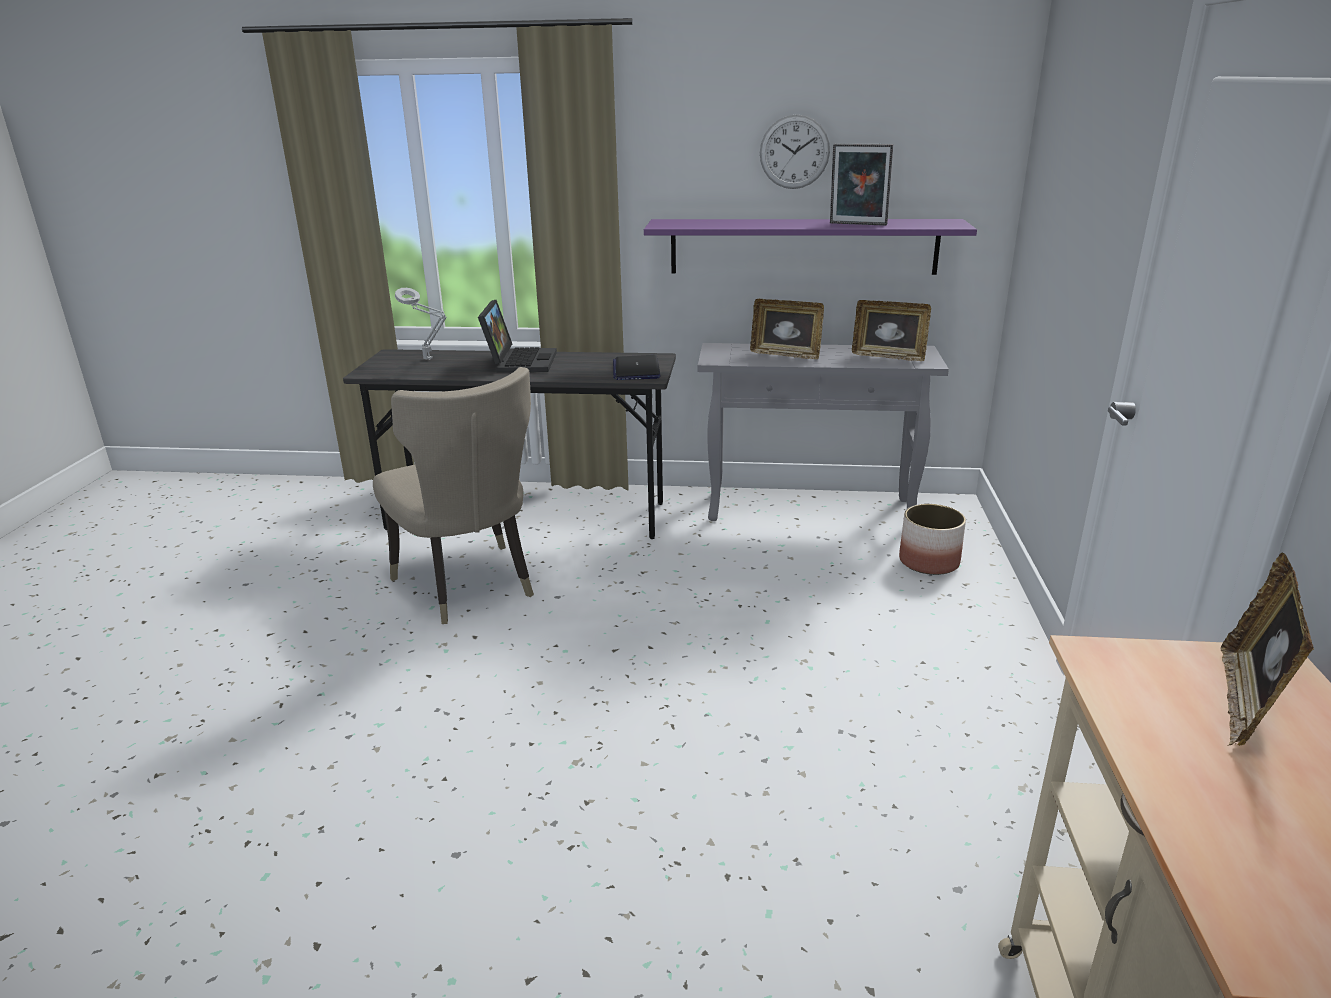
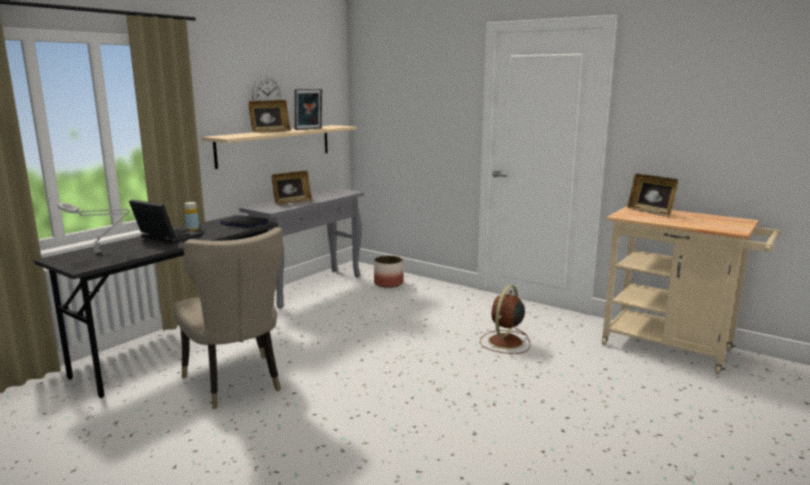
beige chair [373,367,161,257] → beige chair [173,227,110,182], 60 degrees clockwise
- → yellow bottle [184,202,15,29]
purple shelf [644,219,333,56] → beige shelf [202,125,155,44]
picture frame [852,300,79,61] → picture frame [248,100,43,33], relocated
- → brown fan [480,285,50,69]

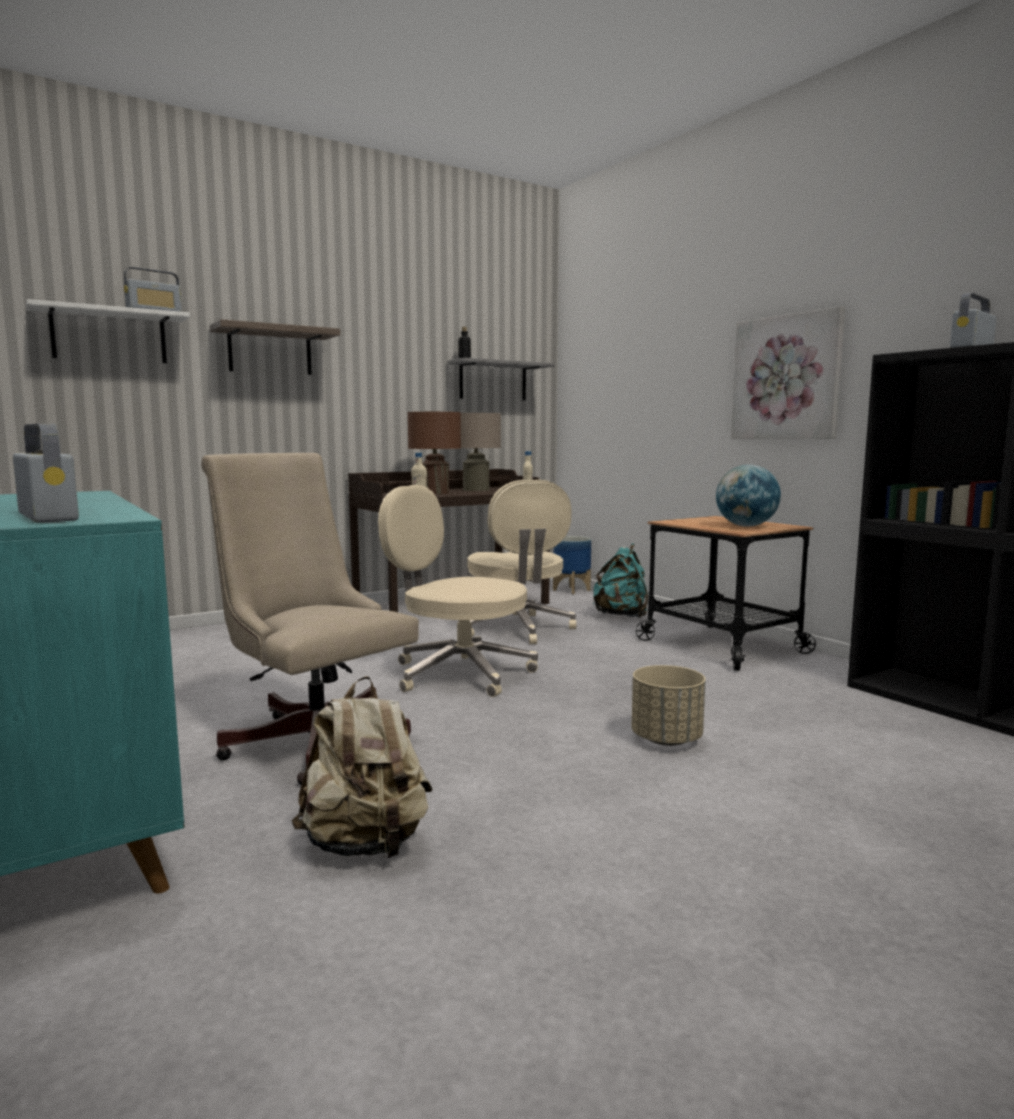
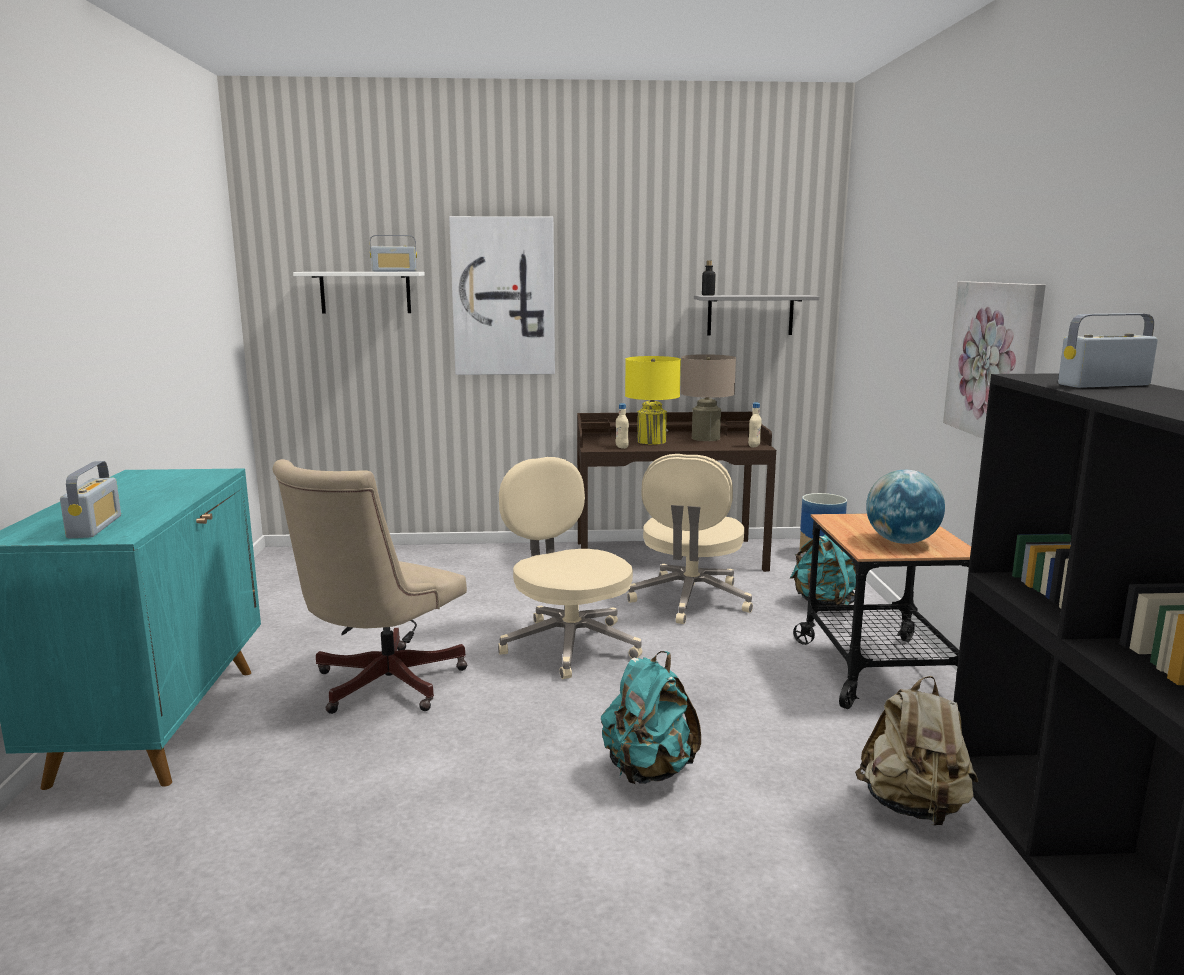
beige office chair [201,453,218,332] → beige office chair [272,459,196,255], 135 degrees counterclockwise
shelf [210,319,130,56] → picture [449,216,106,159]
beige planter [631,665,75,81] → turquoise backpack [601,651,100,134]
brown table lamp [408,412,53,82] → yellow table lamp [625,356,56,88]
beige backpack [291,676,141,182] → beige backpack [855,676,123,150], relocated

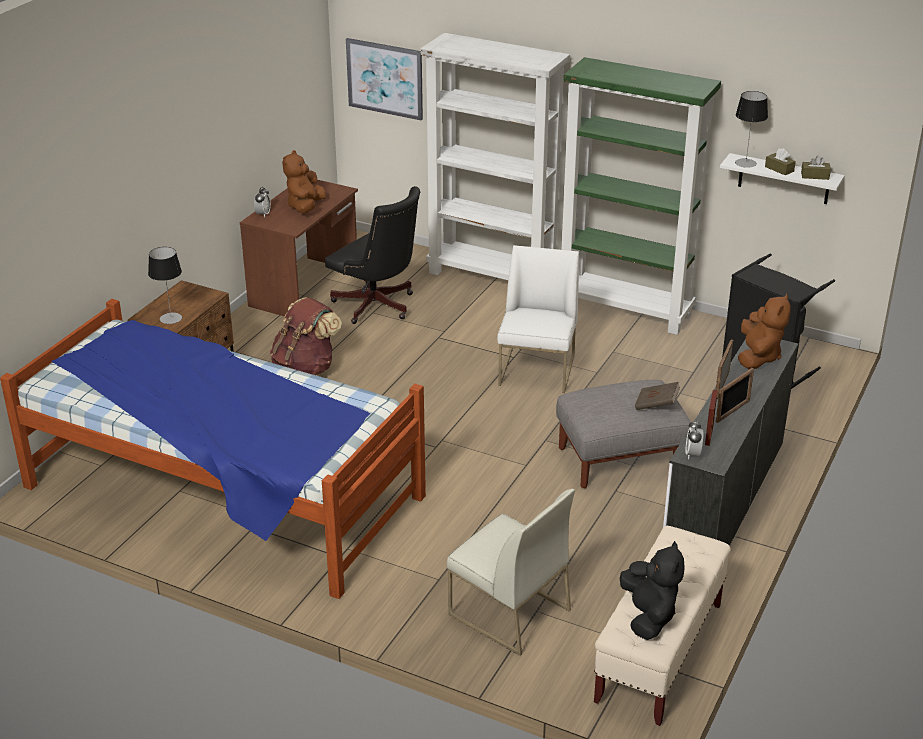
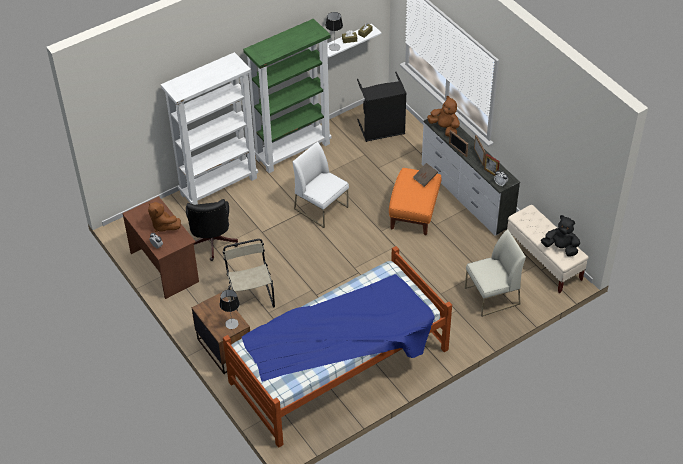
black office chair [325,186,95,138] → black office chair [186,199,52,62], 105 degrees clockwise
brown backpack [270,297,72,78] → beige chair [223,239,52,72]
grey ottoman [556,380,135,108] → orange ottoman [389,168,52,67]
picture [346,38,77,83] → -

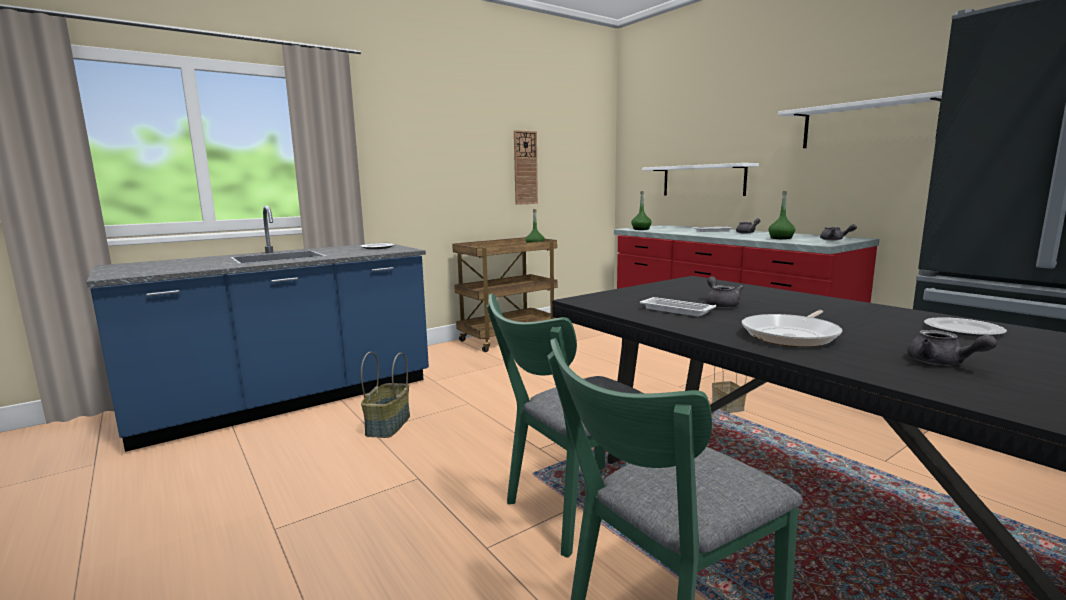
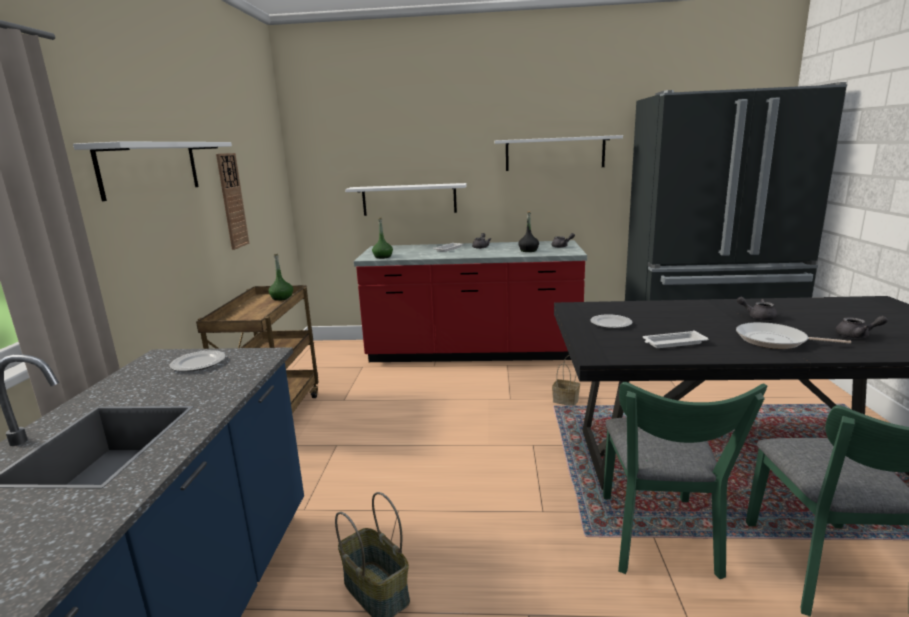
- → white shelf [73,141,159,60]
green bottle [768,191,27,48] → black bottle [518,211,21,41]
plate [924,317,83,20] → plate [590,314,42,15], relocated
frying pan [742,310,100,37] → frying pan [736,322,115,27], 120 degrees clockwise
grey teapot [706,276,37,32] → grey teapot [737,297,41,23], relocated

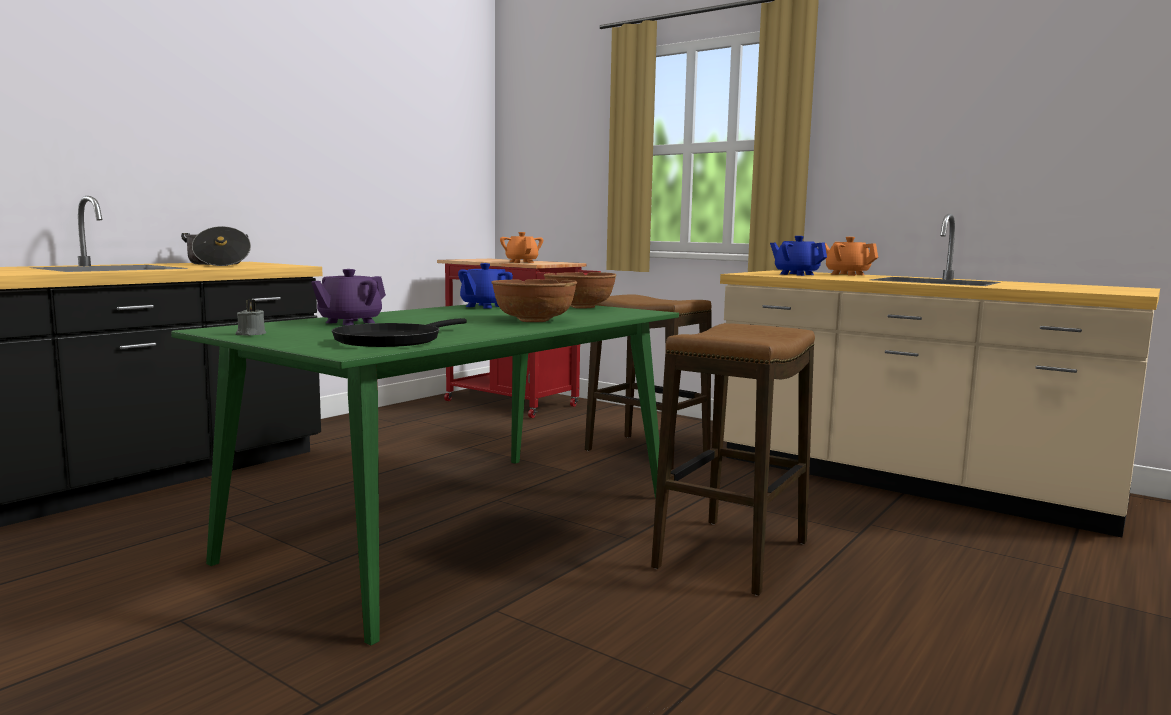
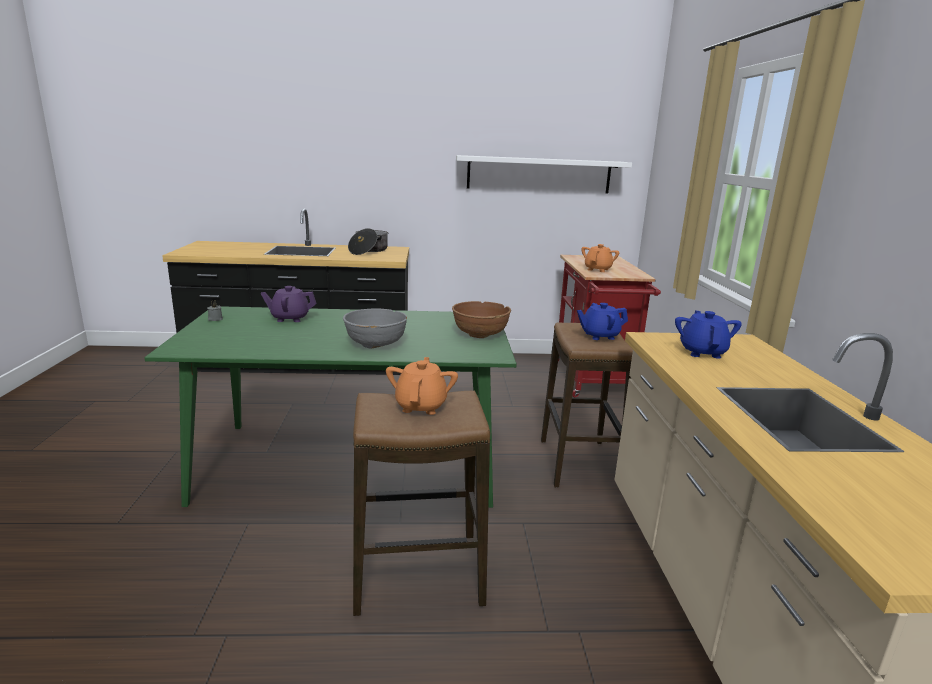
brown bowl [491,279,86,43] → grey bowl [343,309,64,40]
orange teapot [825,237,53,39] → orange teapot [386,357,72,58], relocated
- → white shelf [456,155,176,39]
blue teapot [458,263,55,46] → blue teapot [577,303,51,37], relocated
black frying pan [332,318,135,29] → -

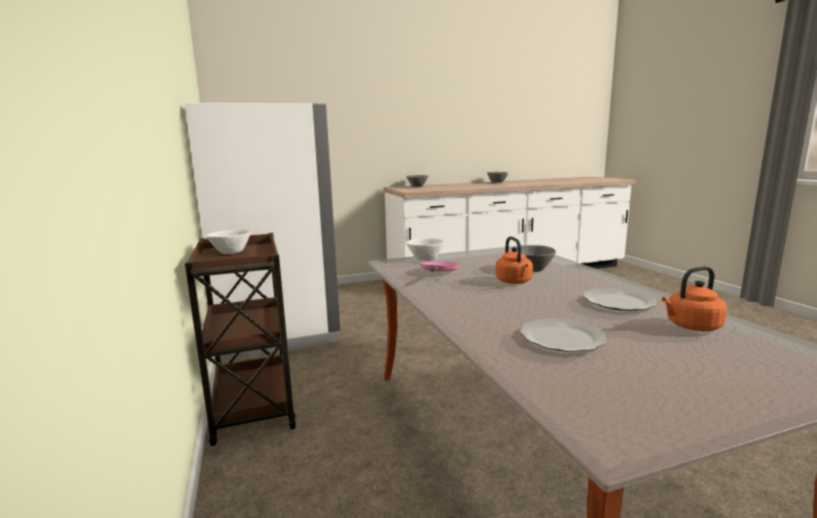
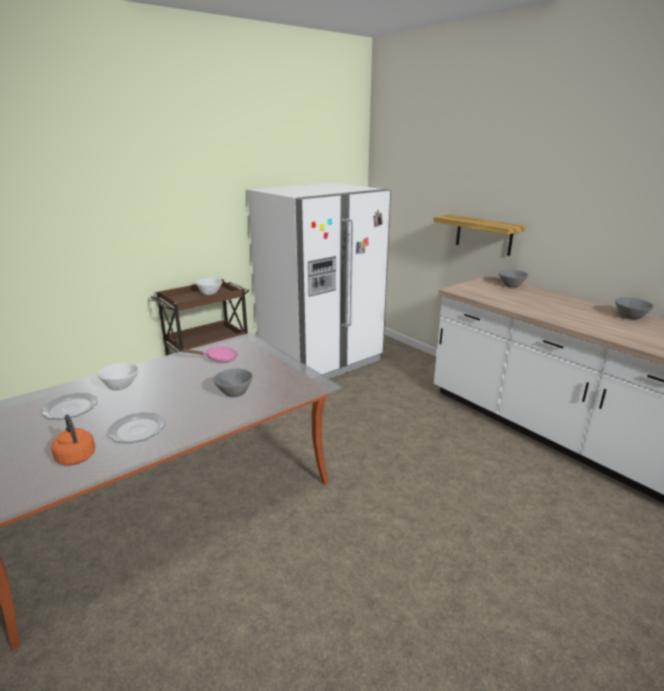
white bowl [406,238,39,23] → white bowl [98,363,41,27], relocated
- → shelf [433,214,92,42]
orange kettle [495,237,38,47] → -

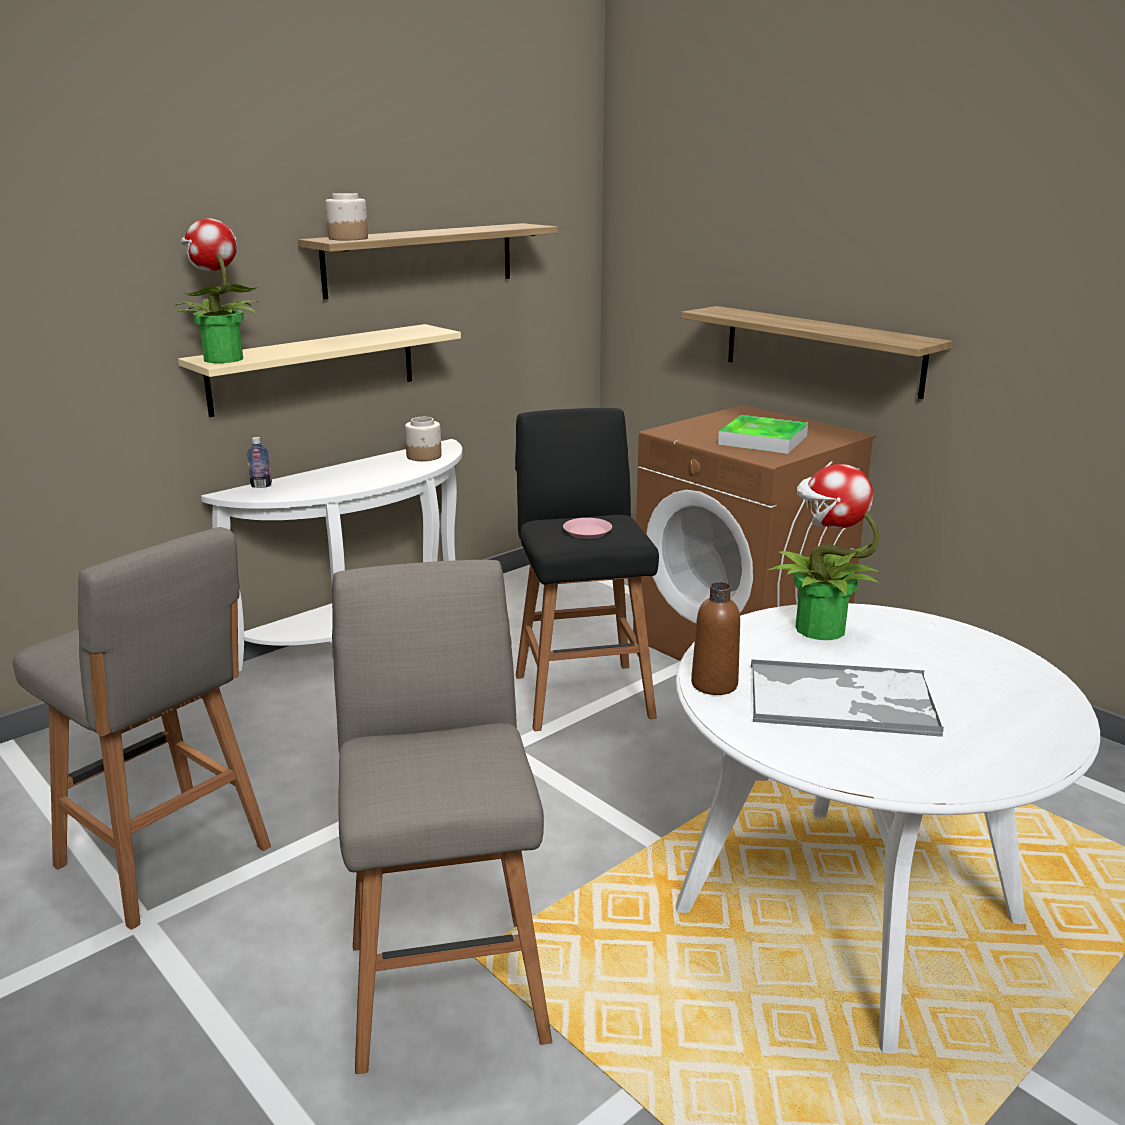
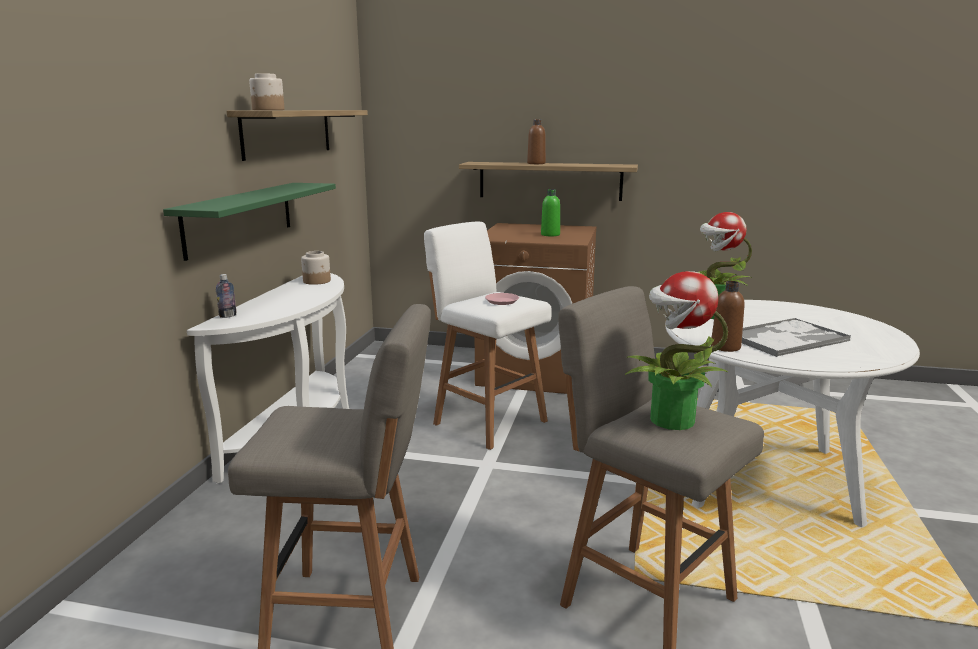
beige shelf [178,324,283,93] → green shelf [163,183,173,78]
black stool [515,408,144,323] → white stool [424,222,128,228]
- → brown bottle [527,119,19,45]
tray [718,415,90,39] → green bottle [541,189,19,47]
potted plant [176,218,82,145] → potted plant [625,271,104,159], relocated

